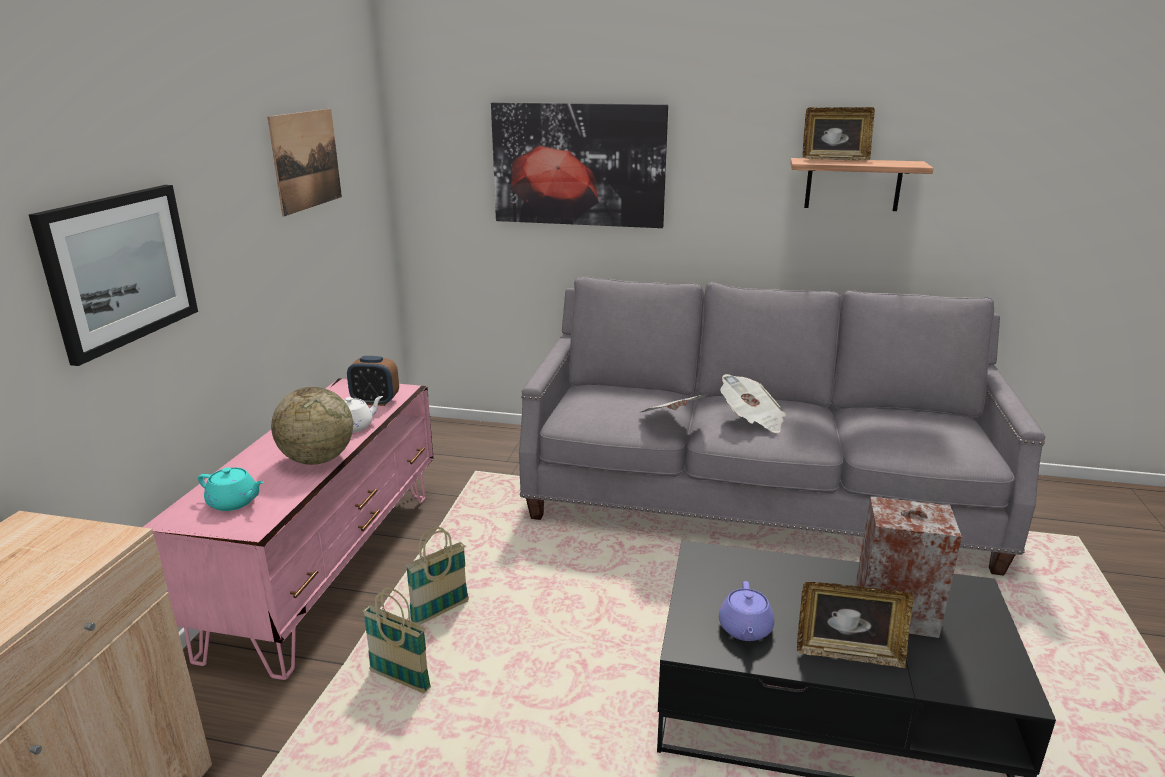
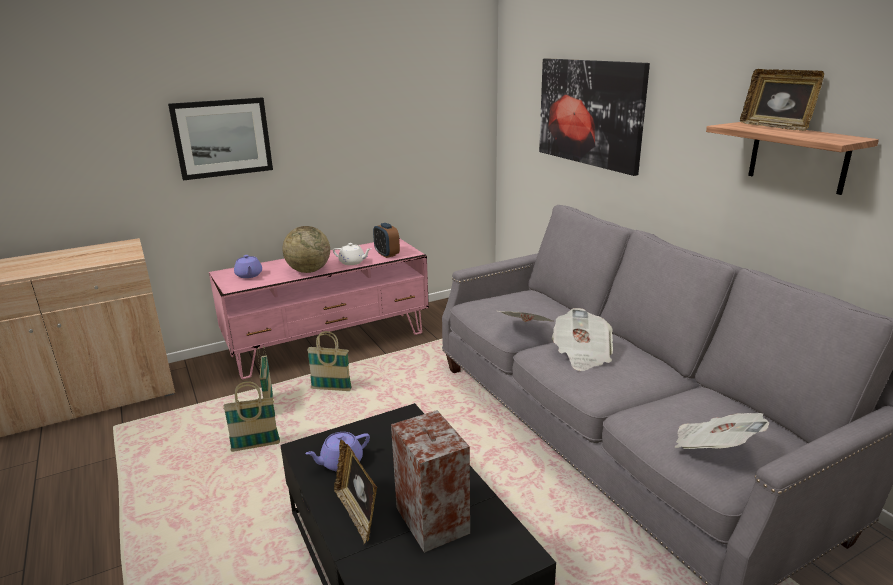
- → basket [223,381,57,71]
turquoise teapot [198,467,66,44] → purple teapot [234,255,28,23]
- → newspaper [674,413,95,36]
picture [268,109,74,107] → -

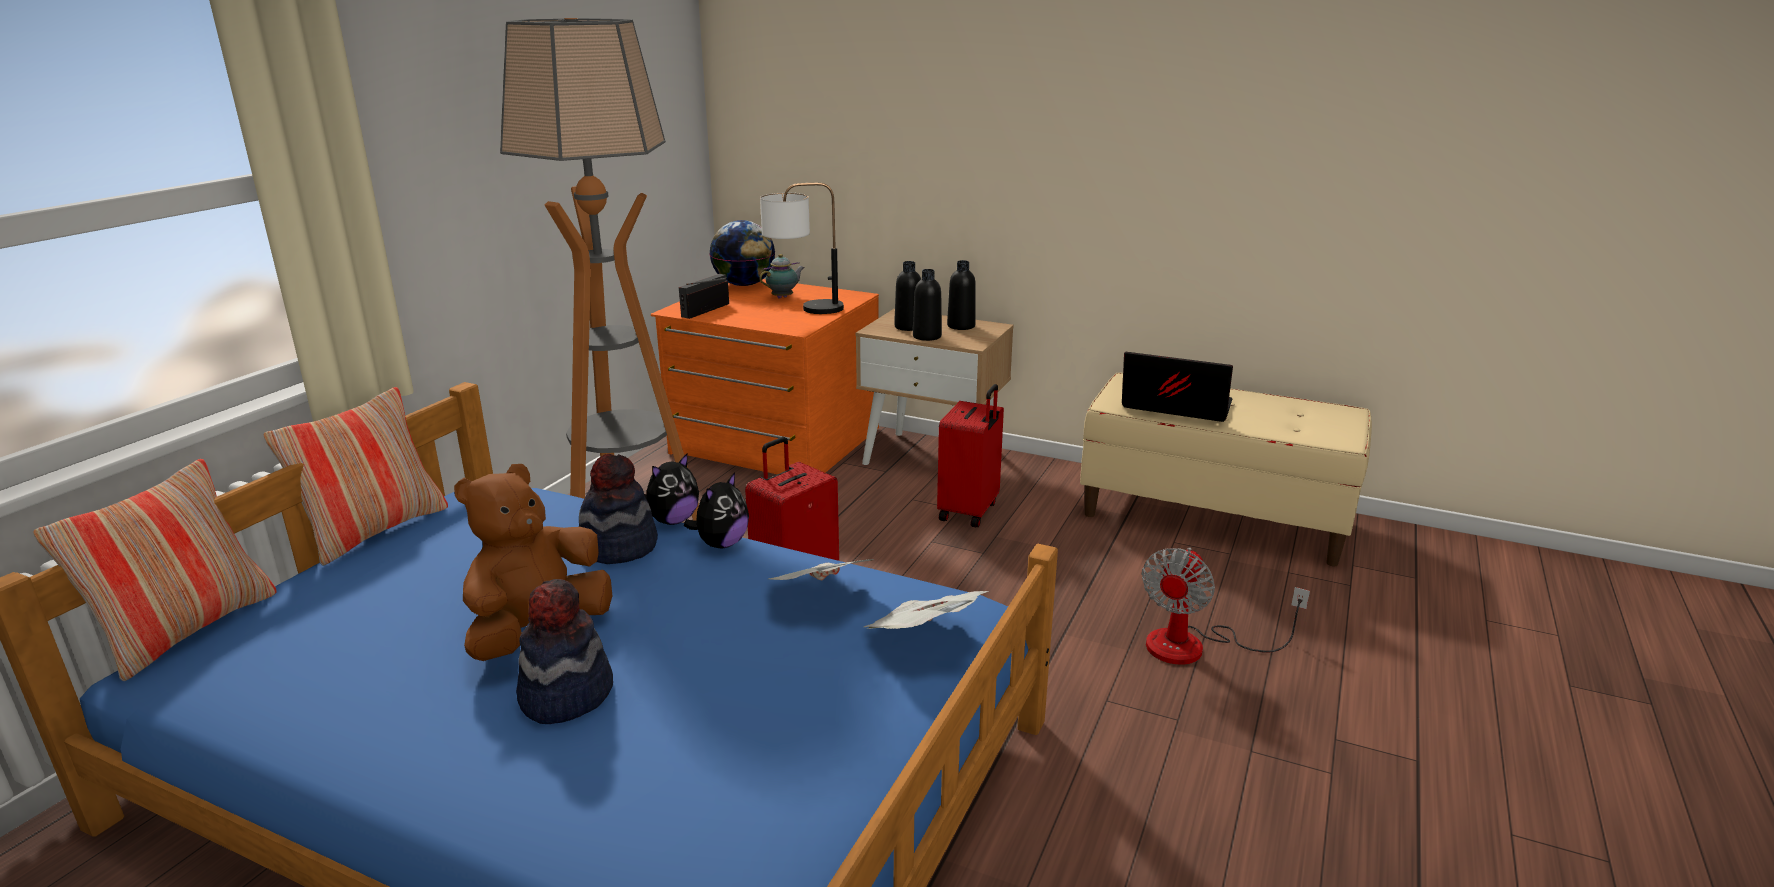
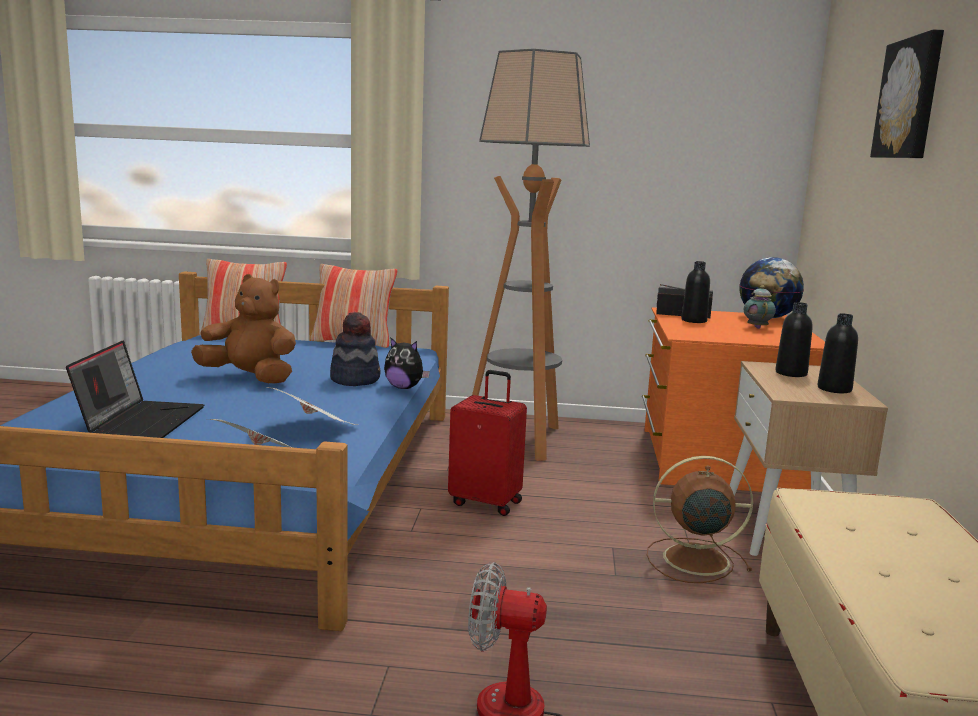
laptop [1122,352,111,70] → laptop [66,340,138,98], relocated
red suitcase [937,384,67,144] → brown fan [647,456,106,127]
black bottle [913,269,29,72] → black bottle [681,261,29,62], relocated
teapot [759,254,46,45] → teapot [744,285,32,44], 120 degrees counterclockwise
- → picture [870,29,74,129]
hat [516,579,97,145] → -
plush toy [684,472,65,76] → -
table lamp [760,183,84,131] → -

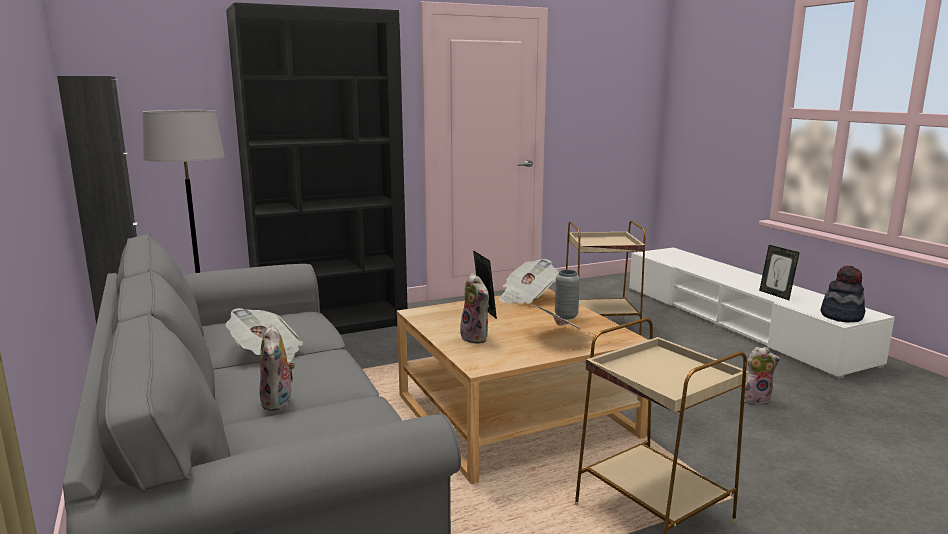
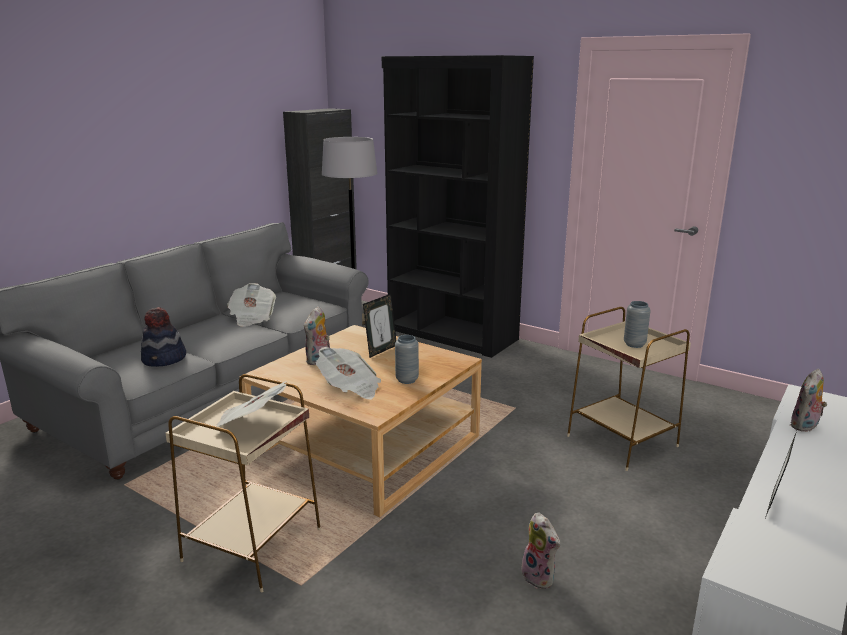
hat [821,265,44,58] → hat [141,307,45,60], relocated
newspaper [499,259,60,45] → newspaper [216,381,70,46], relocated
- → grey vase [624,301,27,47]
plush toy [259,325,36,86] → plush toy [790,368,37,64], relocated

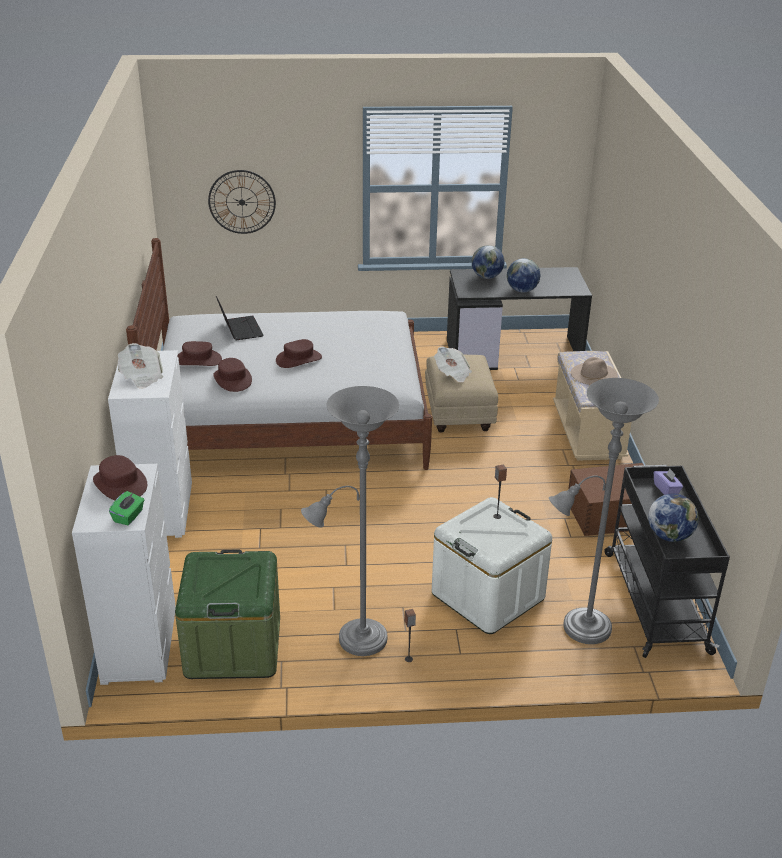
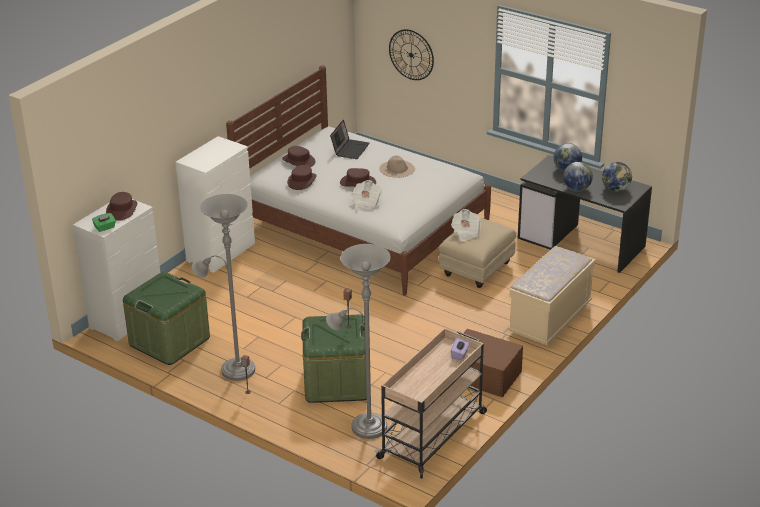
white storage box [432,497,120,137] → green storage box [301,315,66,88]
newspaper [118,343,45,46] → newspaper [351,180,31,31], relocated
black cart [604,465,126,193] → beige cart [374,328,113,150]
beige hat [571,357,47,28] → beige hat [379,155,36,23], relocated
globe [648,493,51,49] → globe [602,162,30,30], relocated

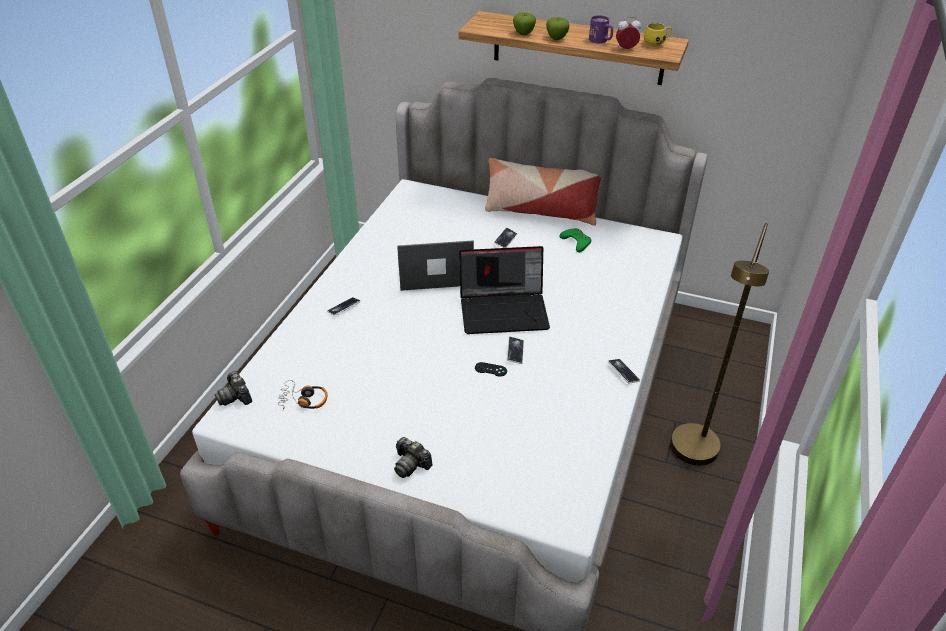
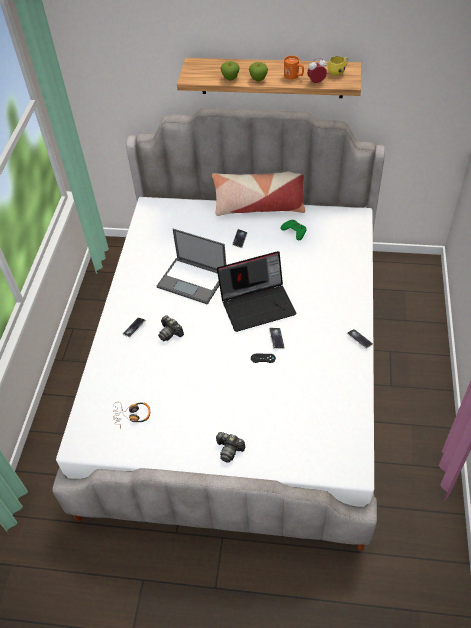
laptop [397,240,77,51] → laptop [157,229,69,76], 135 degrees counterclockwise
photo camera [214,371,38,35] → photo camera [158,315,26,27], relocated
purple mug [589,15,24,28] → orange mug [284,56,20,23]
brown floor lamp [670,223,99,242] → -

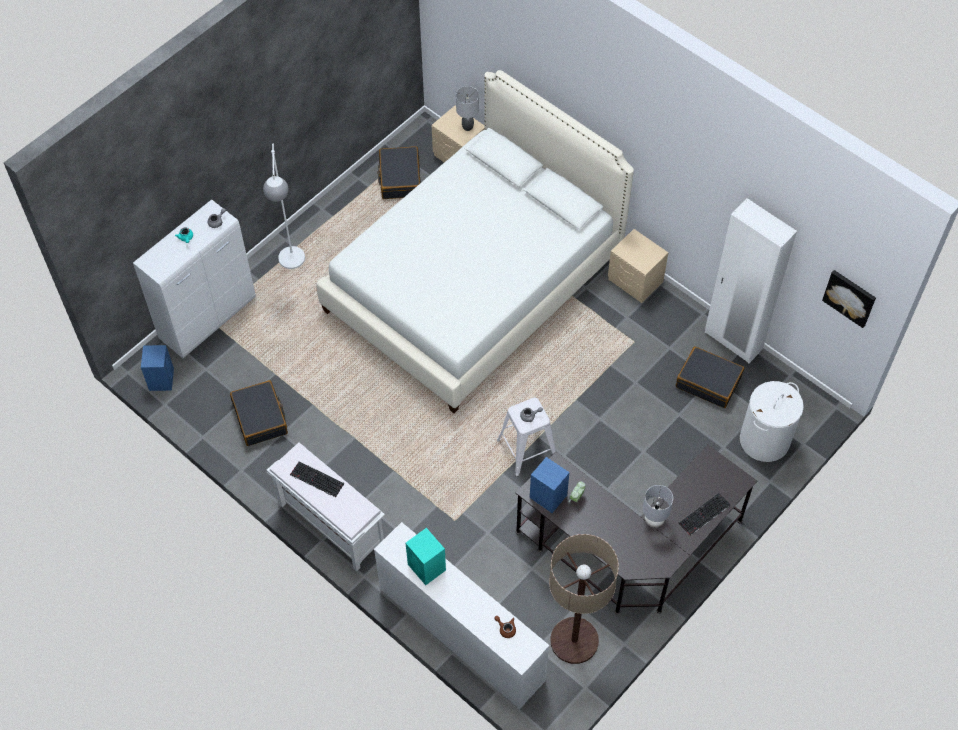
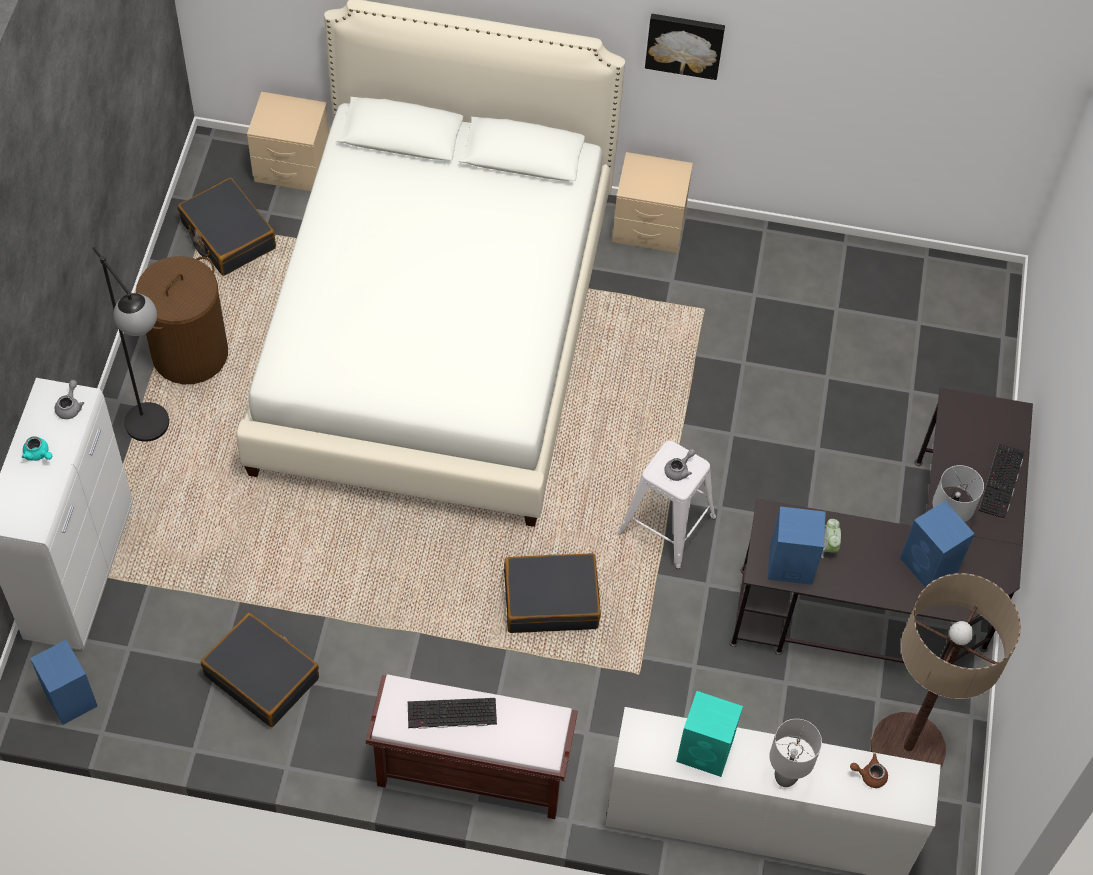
white floor lamp [263,144,42,125] → black floor lamp [92,247,77,195]
- → brown laundry basket [136,256,92,128]
white bench [267,442,118,129] → brown bench [366,674,212,145]
black suitcase [676,346,68,62] → black suitcase [504,553,97,80], relocated
picture [822,270,54,58] → picture [645,14,80,66], relocated
grey table lamp [456,86,23,45] → grey table lamp [769,719,53,68], relocated
- → blue speaker [900,501,75,86]
white wardrobe [705,198,92,165] → -
white laundry basket [740,381,64,81] → -

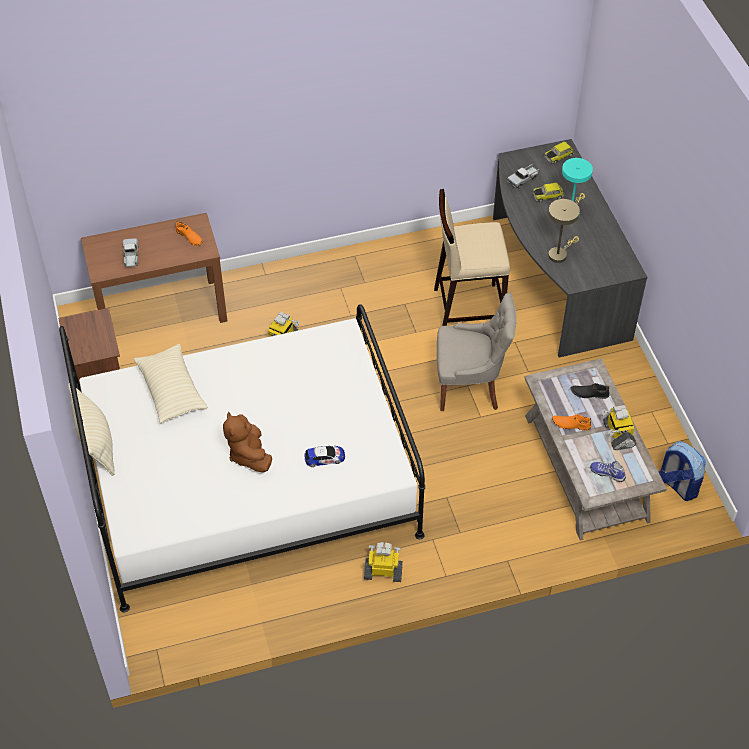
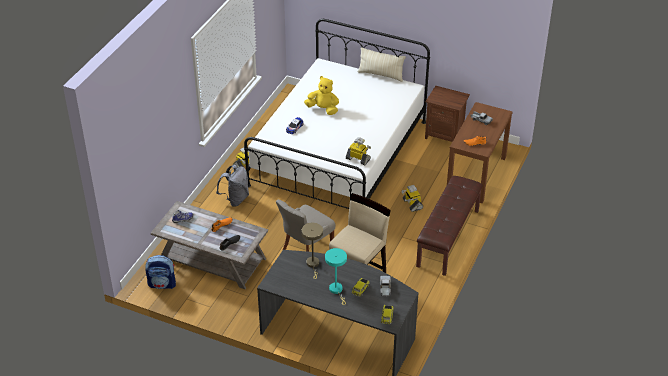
- → grey backpack [216,165,33,42]
brown plush toy [223,412,49,61] → yellow plush toy [304,76,35,39]
toy robot [602,405,34,45] → toy robot [346,137,25,28], relocated
- → brown bench [416,176,67,100]
beige pillow [134,344,74,79] → -

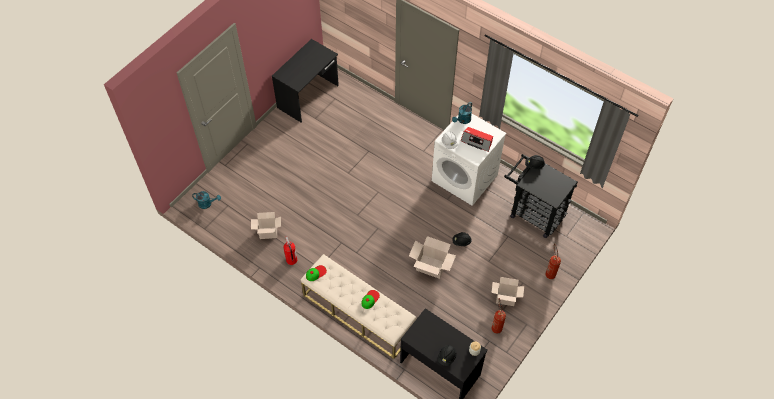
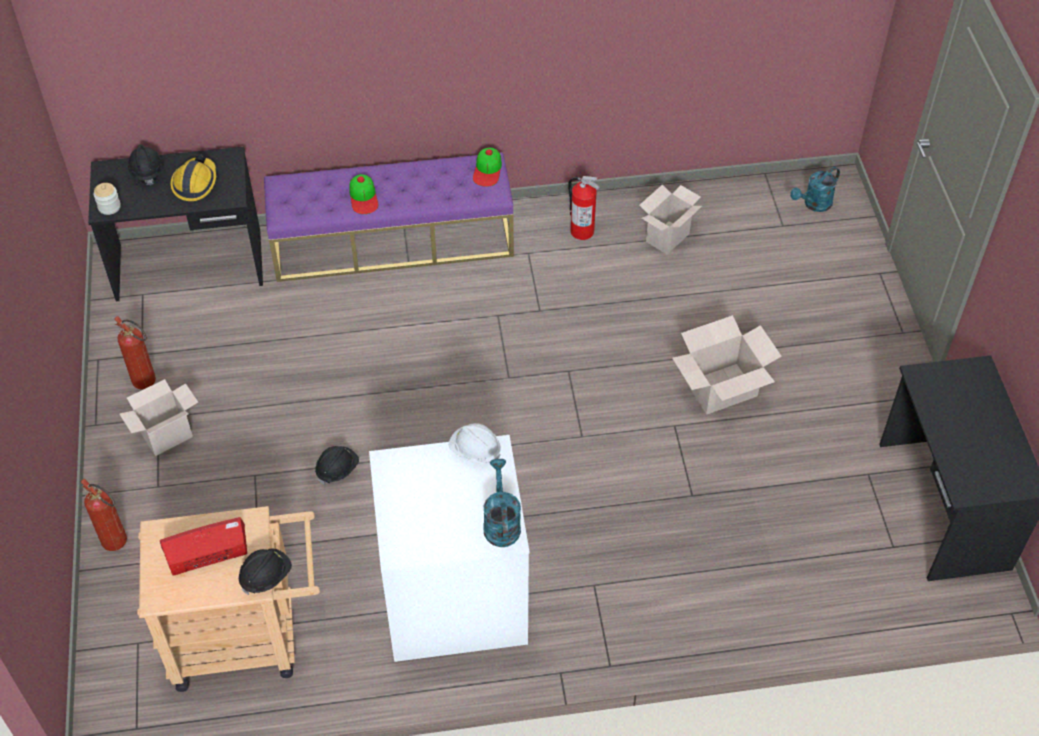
black cart [504,154,74,84] → beige cart [137,506,183,186]
radio [461,127,32,25] → radio [160,517,87,59], relocated
- → hard hat [171,154,45,47]
beige bench [301,254,116,105] → purple bench [264,153,250,129]
cardboard box [409,236,47,43] → cardboard box [672,315,110,99], relocated

